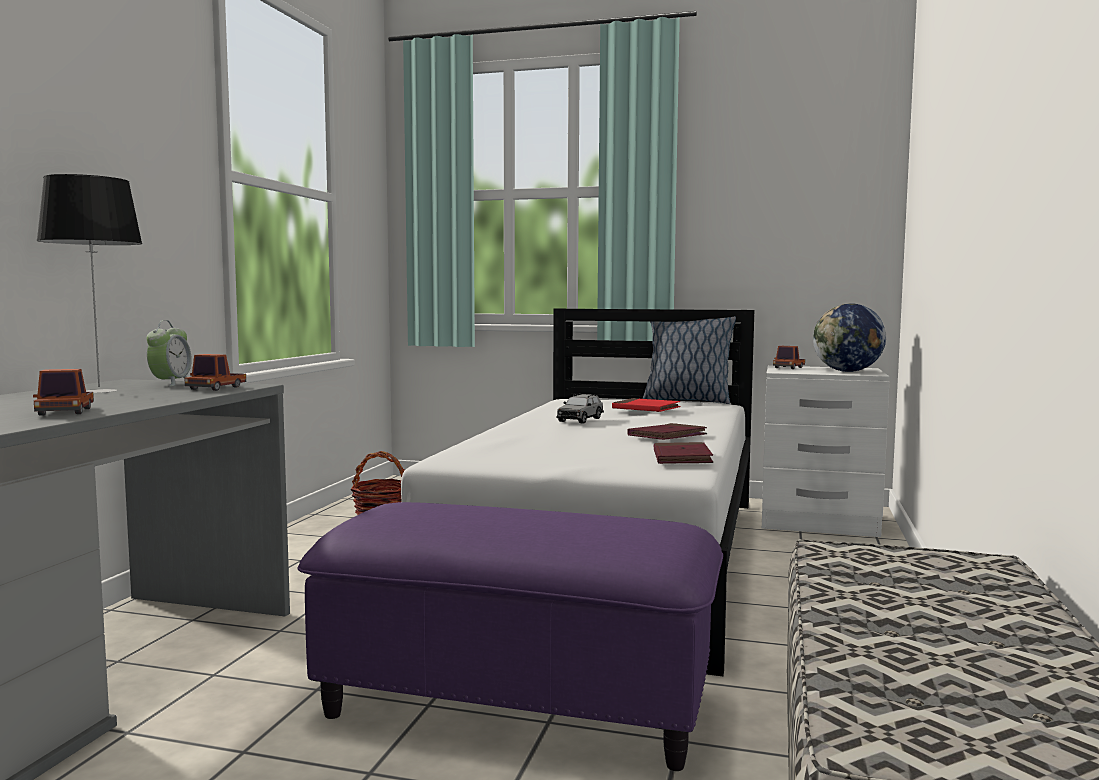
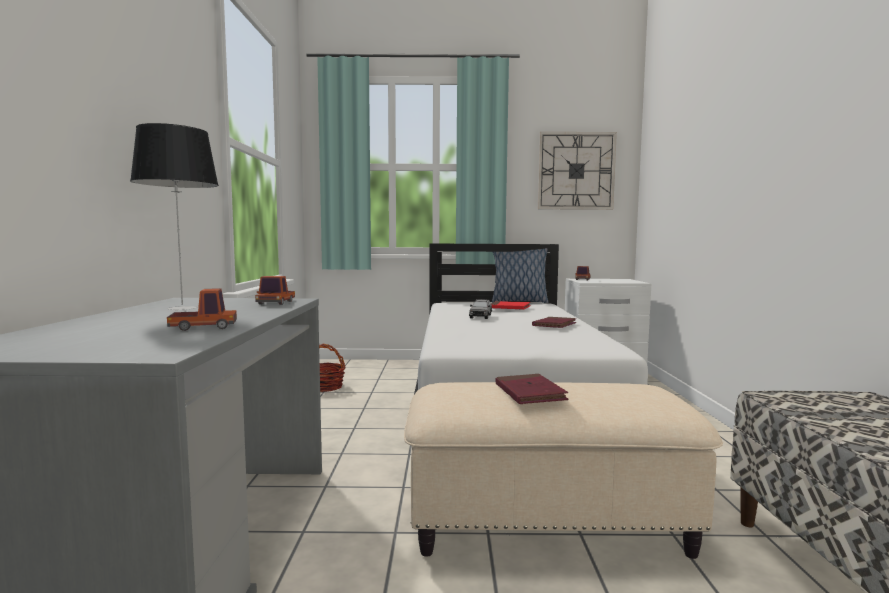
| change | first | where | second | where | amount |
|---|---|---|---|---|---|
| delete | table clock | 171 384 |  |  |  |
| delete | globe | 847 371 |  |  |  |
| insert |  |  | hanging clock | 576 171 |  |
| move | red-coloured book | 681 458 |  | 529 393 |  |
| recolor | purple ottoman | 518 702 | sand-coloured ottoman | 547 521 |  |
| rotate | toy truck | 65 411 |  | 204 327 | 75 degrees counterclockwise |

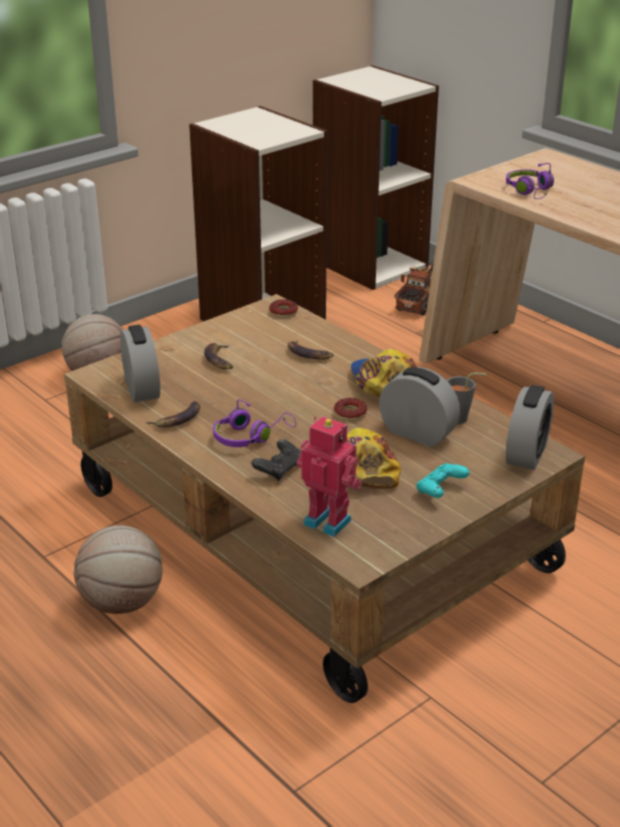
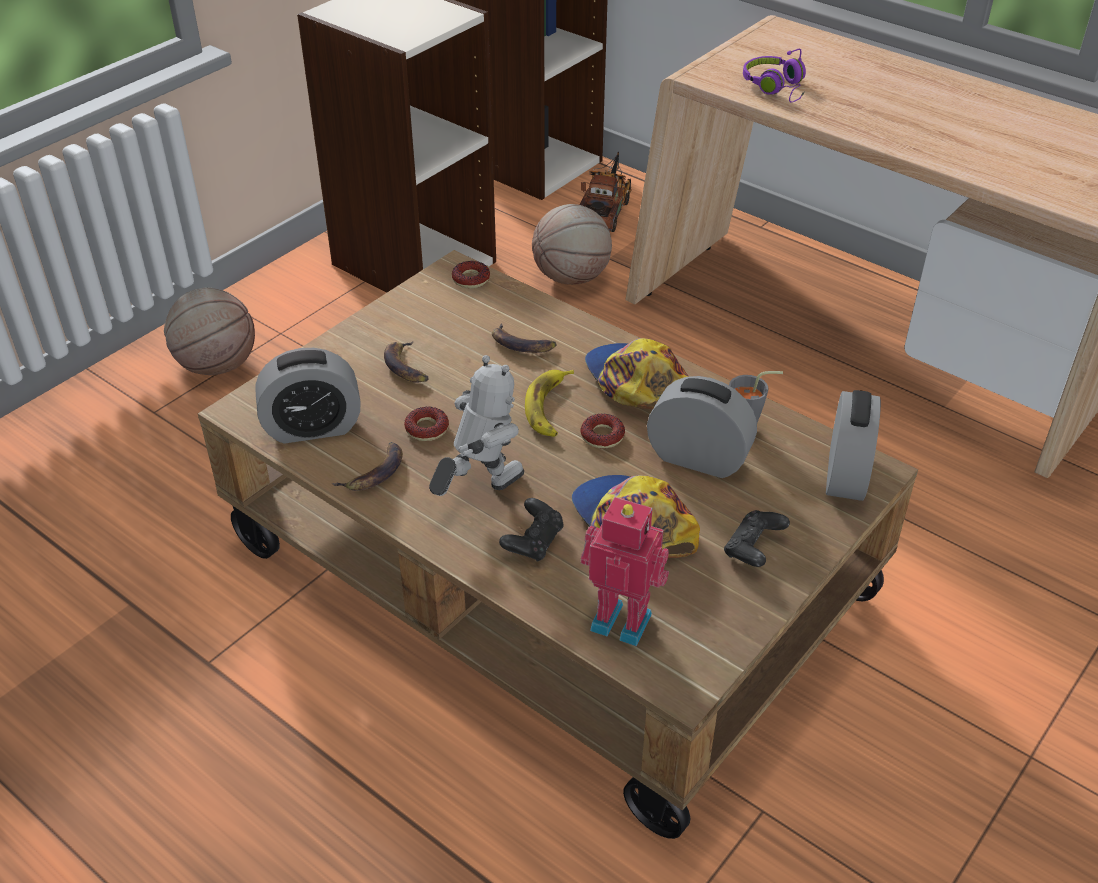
| change | first | where | second | where | amount |
|---|---|---|---|---|---|
| insert |  |  | doughnut | 426 428 |  |
| insert |  |  | banana | 549 408 |  |
| move | basketball | 122 603 |  | 572 278 |  |
| replace | purple headphones | 250 436 | toy robot | 480 490 |  |
| recolor | blue-green game controller | 440 490 | black-coloured game controller | 753 549 |  |
| rotate | table clock | 142 389 |  | 312 427 | 105 degrees clockwise |

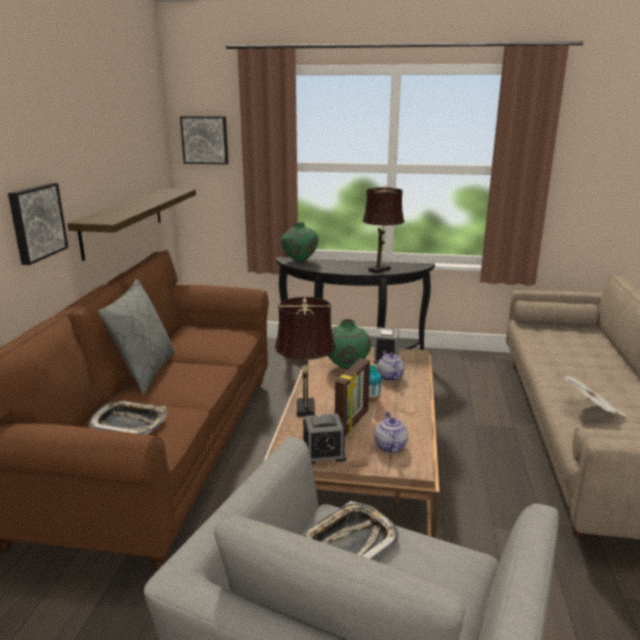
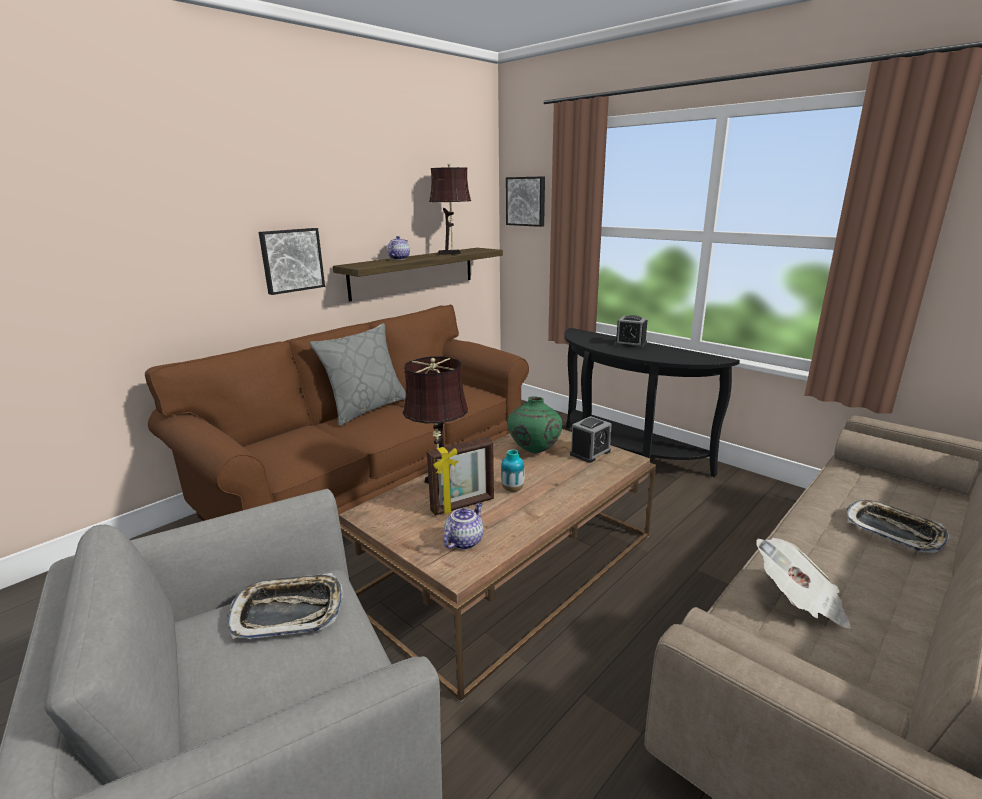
| change | first | where | second | where | amount |
|---|---|---|---|---|---|
| delete | green-coloured vase | 299 261 |  |  |  |
| move | serving tray | 129 422 |  | 893 530 |  |
| move | table clock | 323 454 |  | 630 344 |  |
| move | brown-coloured lamp for a table | 381 269 |  | 452 253 |  |
| move | tea pot | 389 376 |  | 399 258 |  |

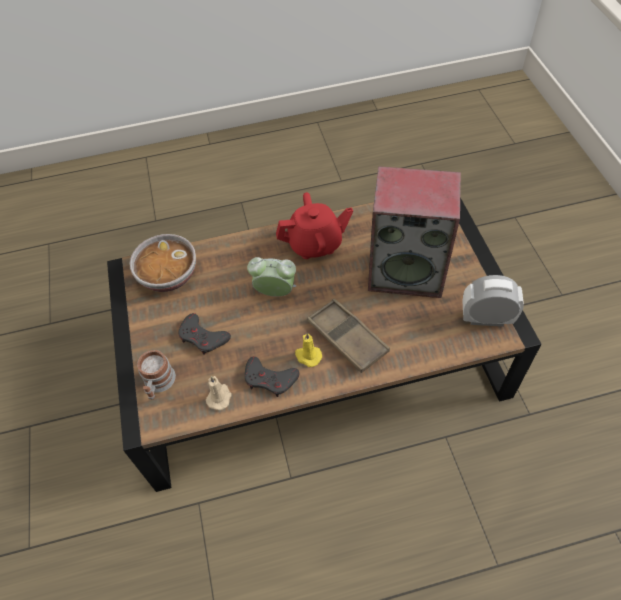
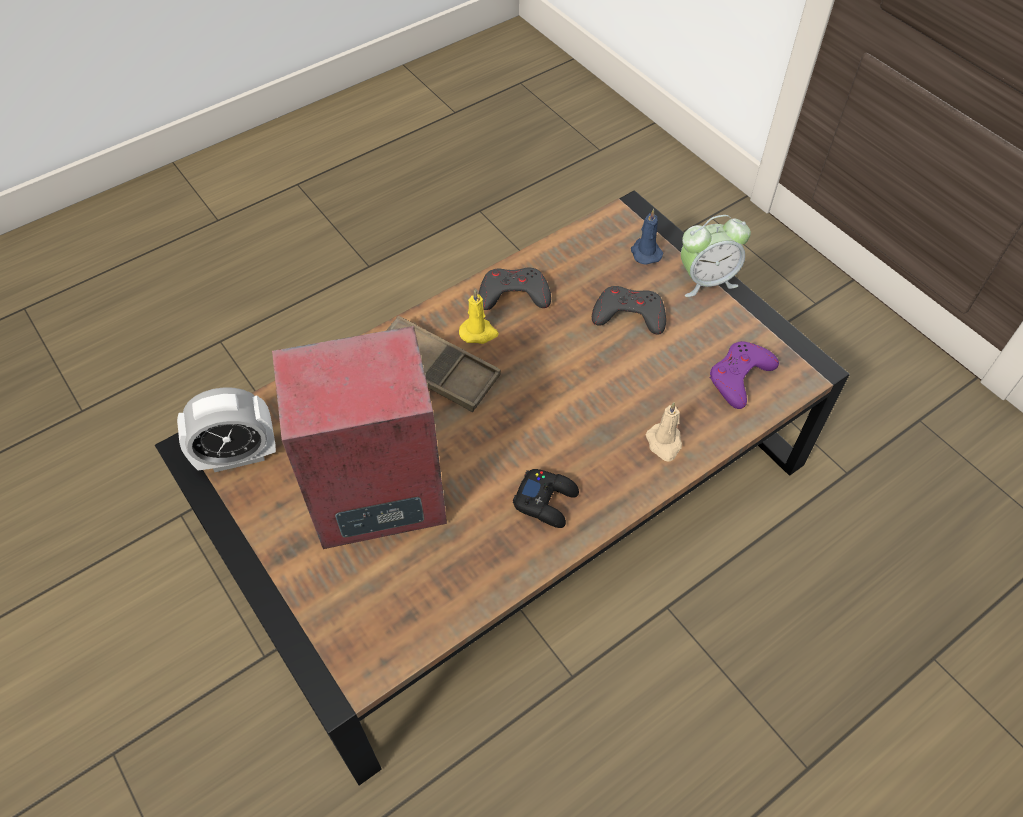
| change | first | where | second | where | amount |
|---|---|---|---|---|---|
| move | sand-coloured wax light | 219 397 |  | 664 443 |  |
| move | table clock | 275 292 |  | 706 280 |  |
| replace | serving bowl | 168 276 | purple game controller | 739 377 |  |
| replace | mug | 158 384 | blue-coloured wax light | 645 252 |  |
| replace | red-coloured tea pot | 315 244 | black-coloured game controller | 546 501 |  |

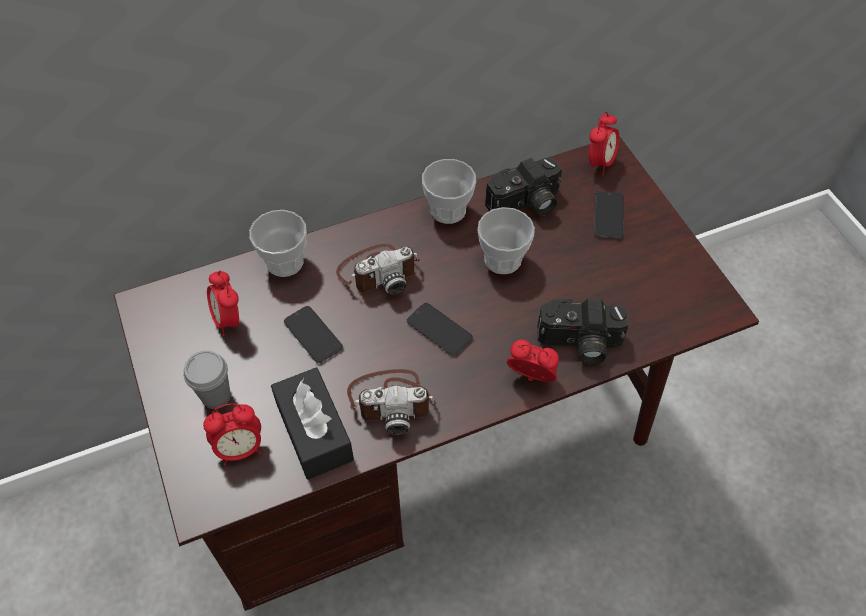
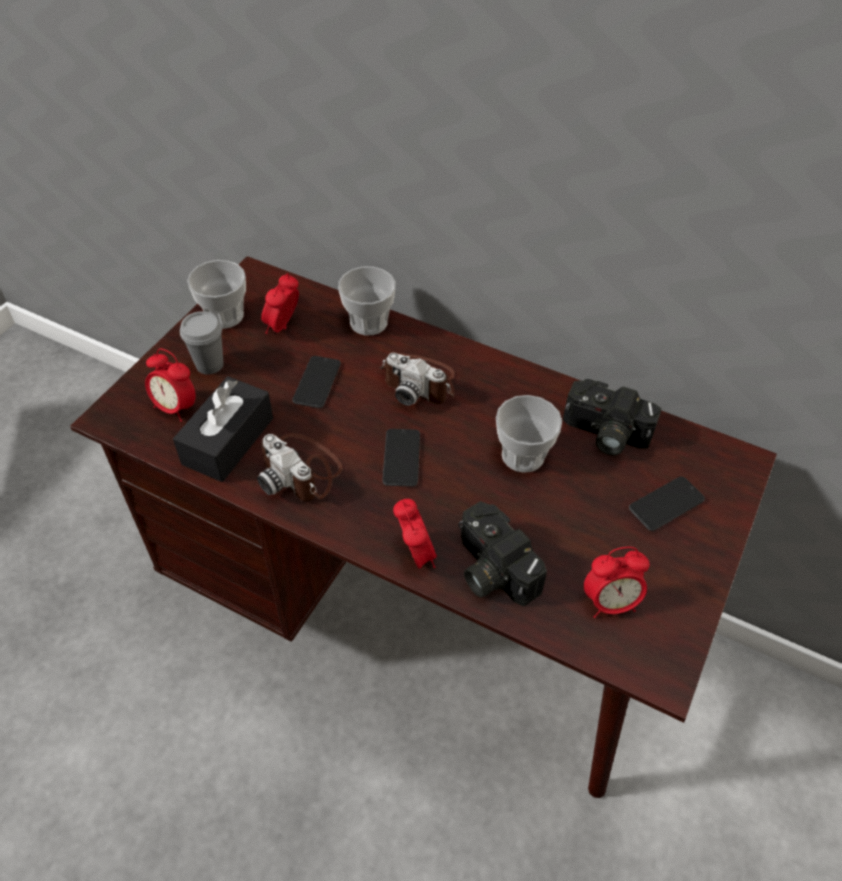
| change | first | where | second | where | amount |
|---|---|---|---|---|---|
| move | small cup | 448 210 |  | 224 316 |  |
| move | table clock | 599 162 |  | 610 603 |  |

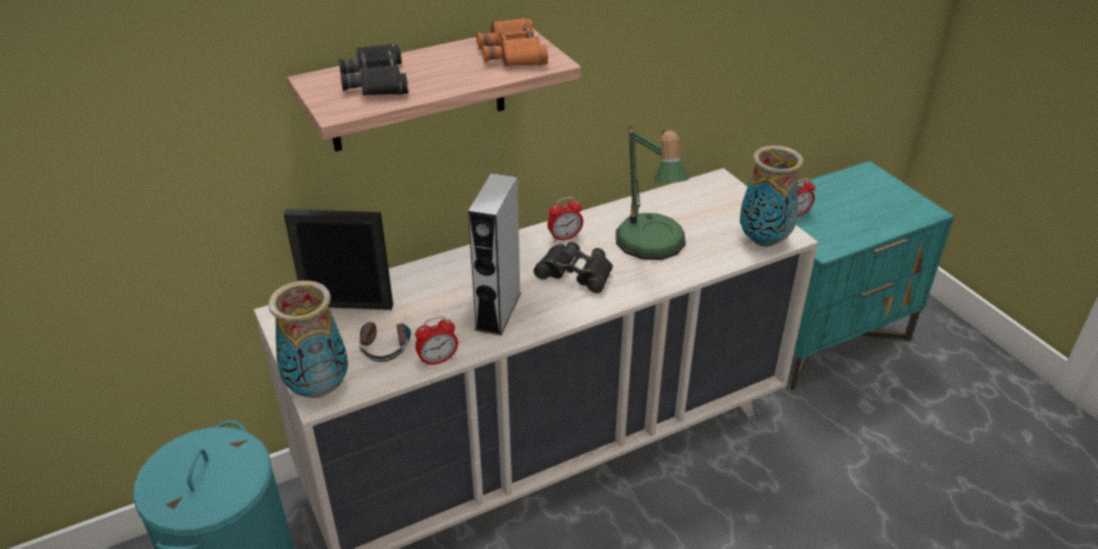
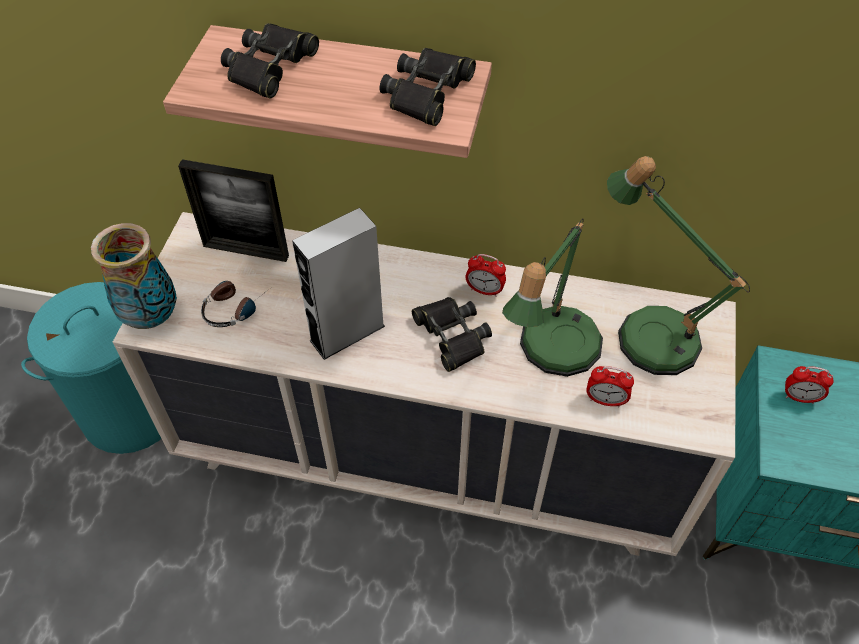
| change | first | where | second | where | amount |
|---|---|---|---|---|---|
| delete | vase | 764 240 |  |  |  |
| insert |  |  | lamp for a table | 649 330 |  |
| move | table clock | 438 360 |  | 605 400 |  |
| recolor | orange-coloured field glasses | 513 52 | black-coloured field glasses | 427 93 |  |
| rotate | photo frame | 348 305 |  | 246 251 | 150 degrees clockwise |

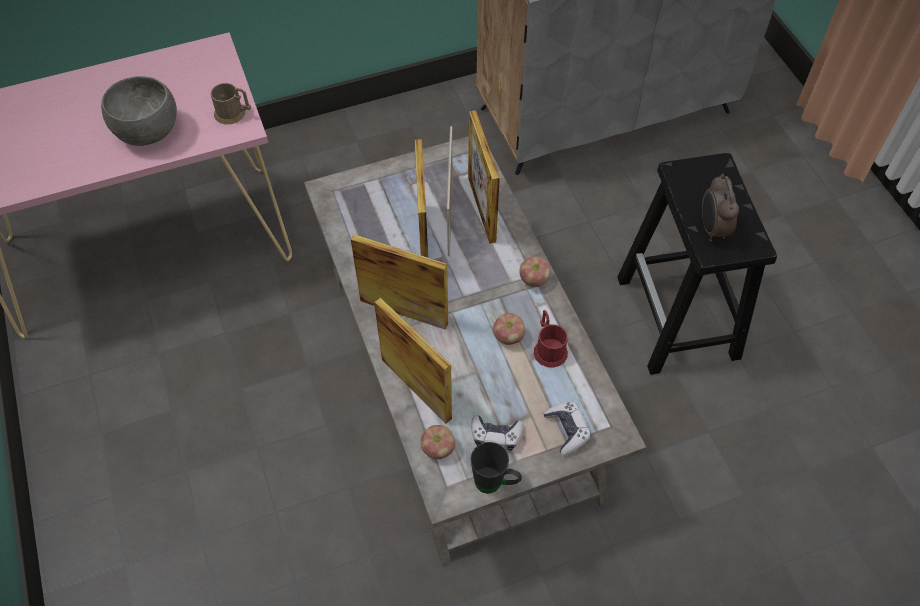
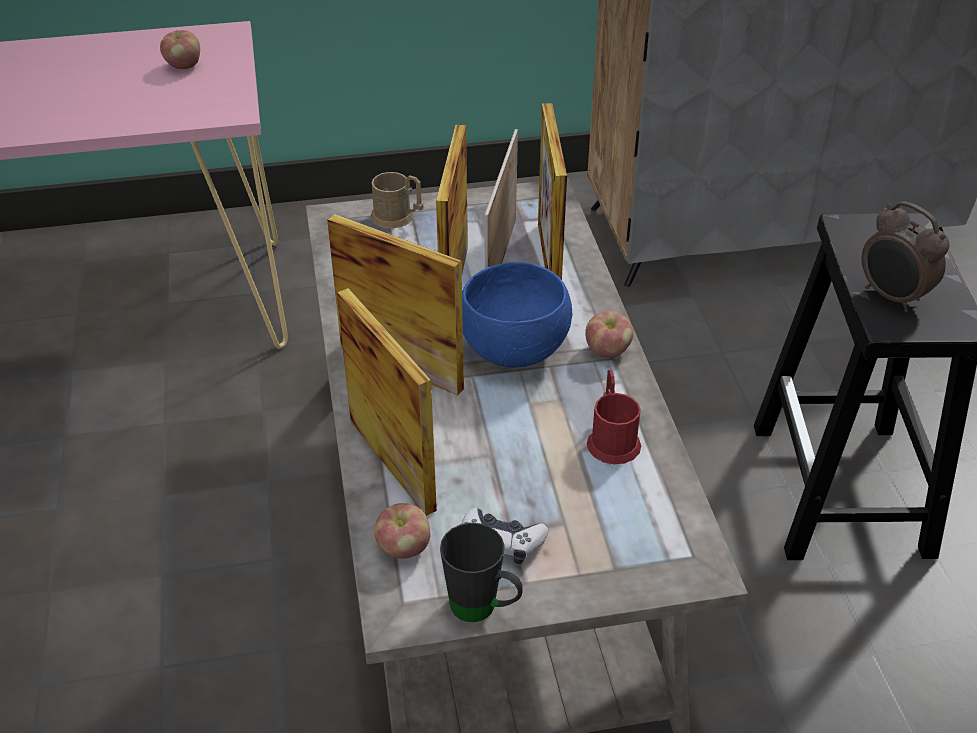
| change | first | where | second | where | amount |
|---|---|---|---|---|---|
| delete | greyish serving bowl | 149 132 |  |  |  |
| delete | game controller | 567 430 |  |  |  |
| insert |  |  | blue-coloured serving bowl | 515 349 |  |
| move | brown-coloured mug | 234 114 |  | 398 217 |  |
| move | apple | 508 337 |  | 184 66 |  |
| rotate | table clock | 712 229 |  | 892 297 | 45 degrees counterclockwise |

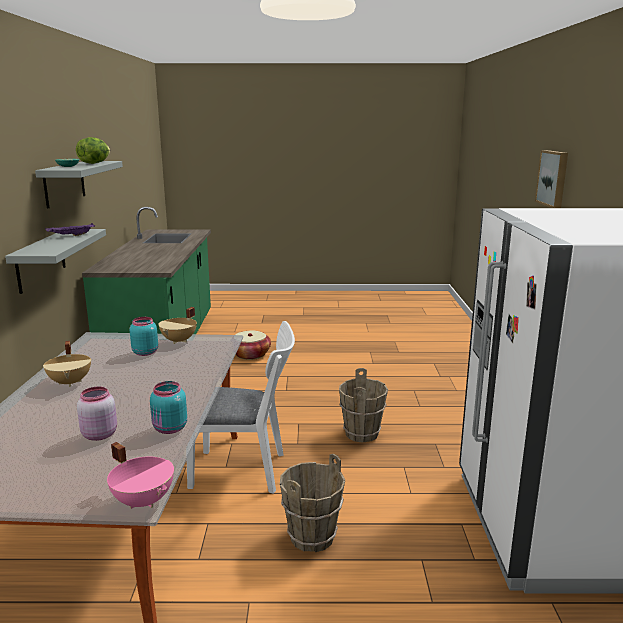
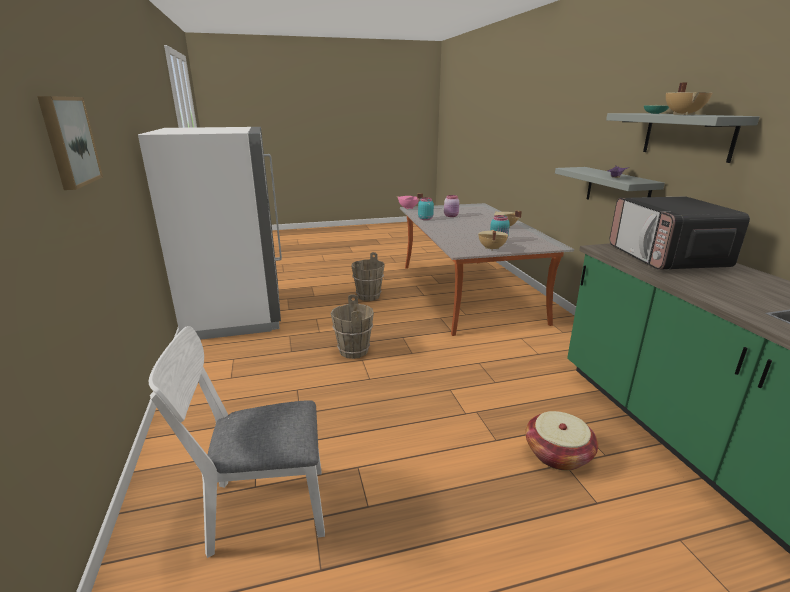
| change | first | where | second | where | amount |
|---|---|---|---|---|---|
| insert |  |  | microwave | 666 258 |  |
| move | whitish upright chair | 246 471 |  | 258 510 |  |
| replace | head of lettuce | 94 163 | sand-coloured cooking pot | 684 114 |  |

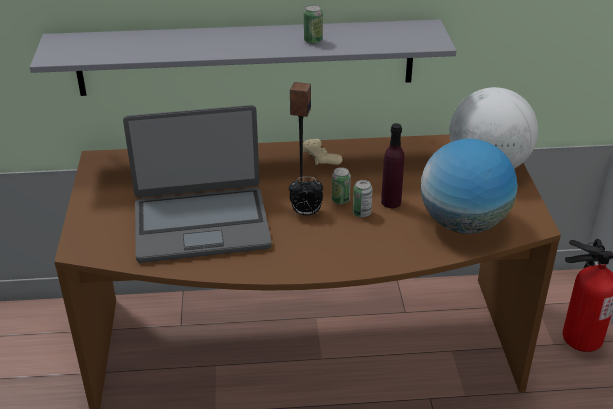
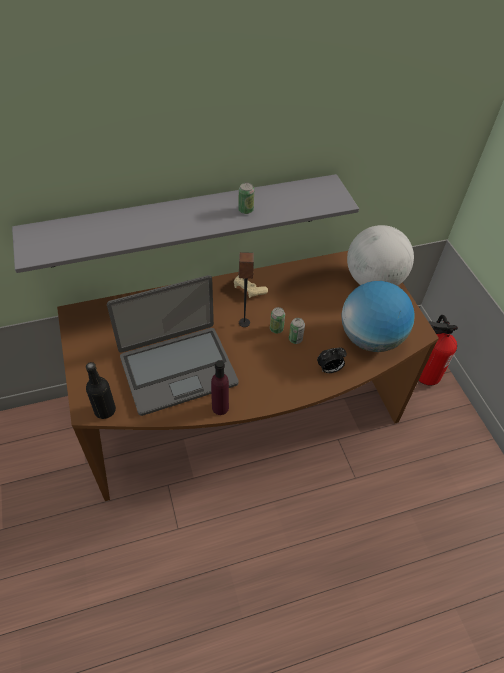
| change | first | where | second | where | amount |
|---|---|---|---|---|---|
| insert |  |  | black-coloured bottle | 105 410 |  |
| move | table clock | 306 213 |  | 329 369 |  |
| move | purple bottle | 391 202 |  | 220 407 |  |

